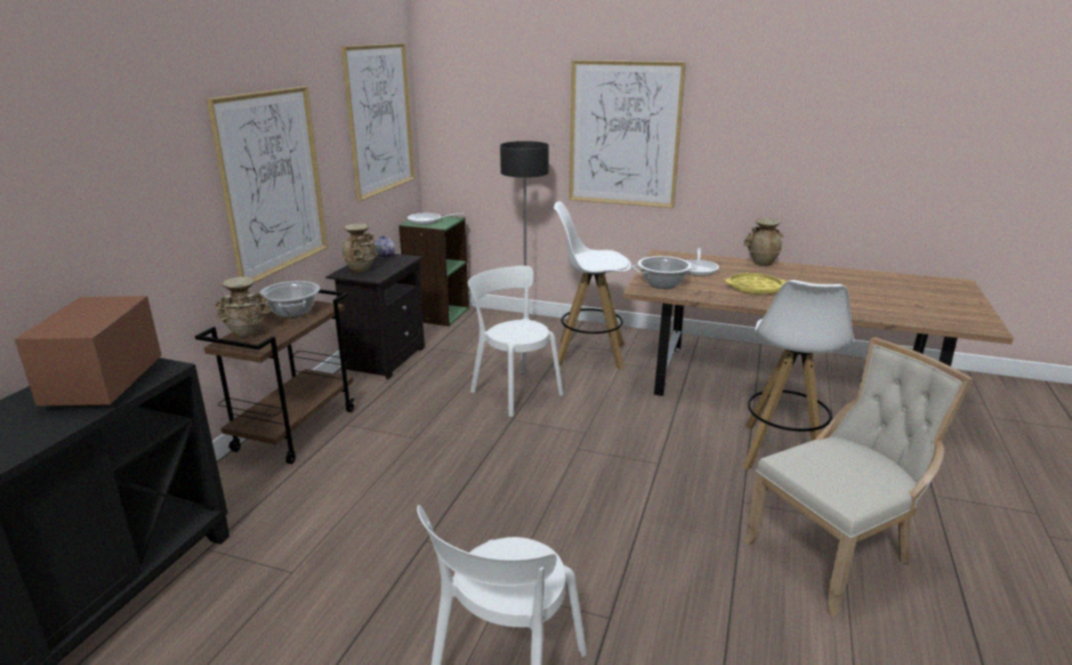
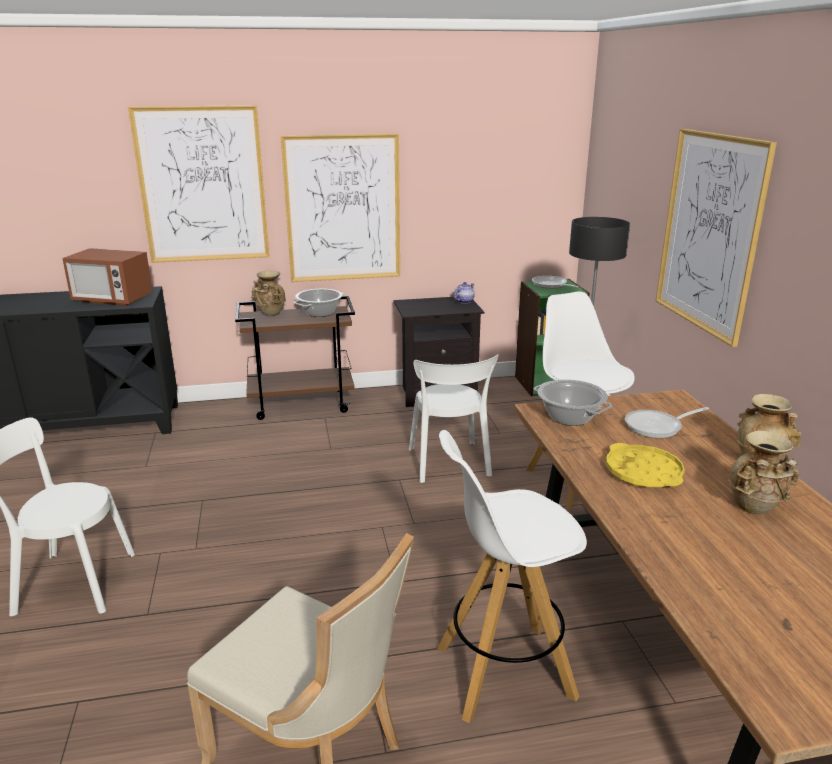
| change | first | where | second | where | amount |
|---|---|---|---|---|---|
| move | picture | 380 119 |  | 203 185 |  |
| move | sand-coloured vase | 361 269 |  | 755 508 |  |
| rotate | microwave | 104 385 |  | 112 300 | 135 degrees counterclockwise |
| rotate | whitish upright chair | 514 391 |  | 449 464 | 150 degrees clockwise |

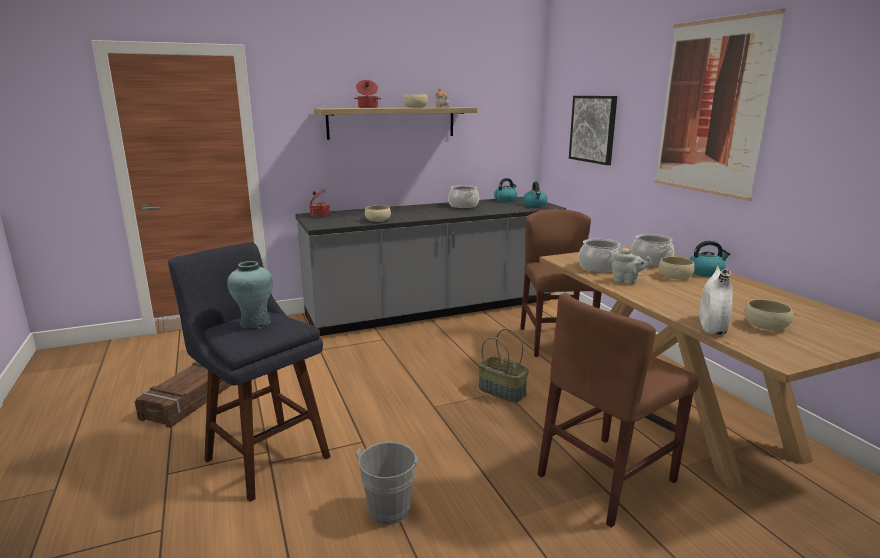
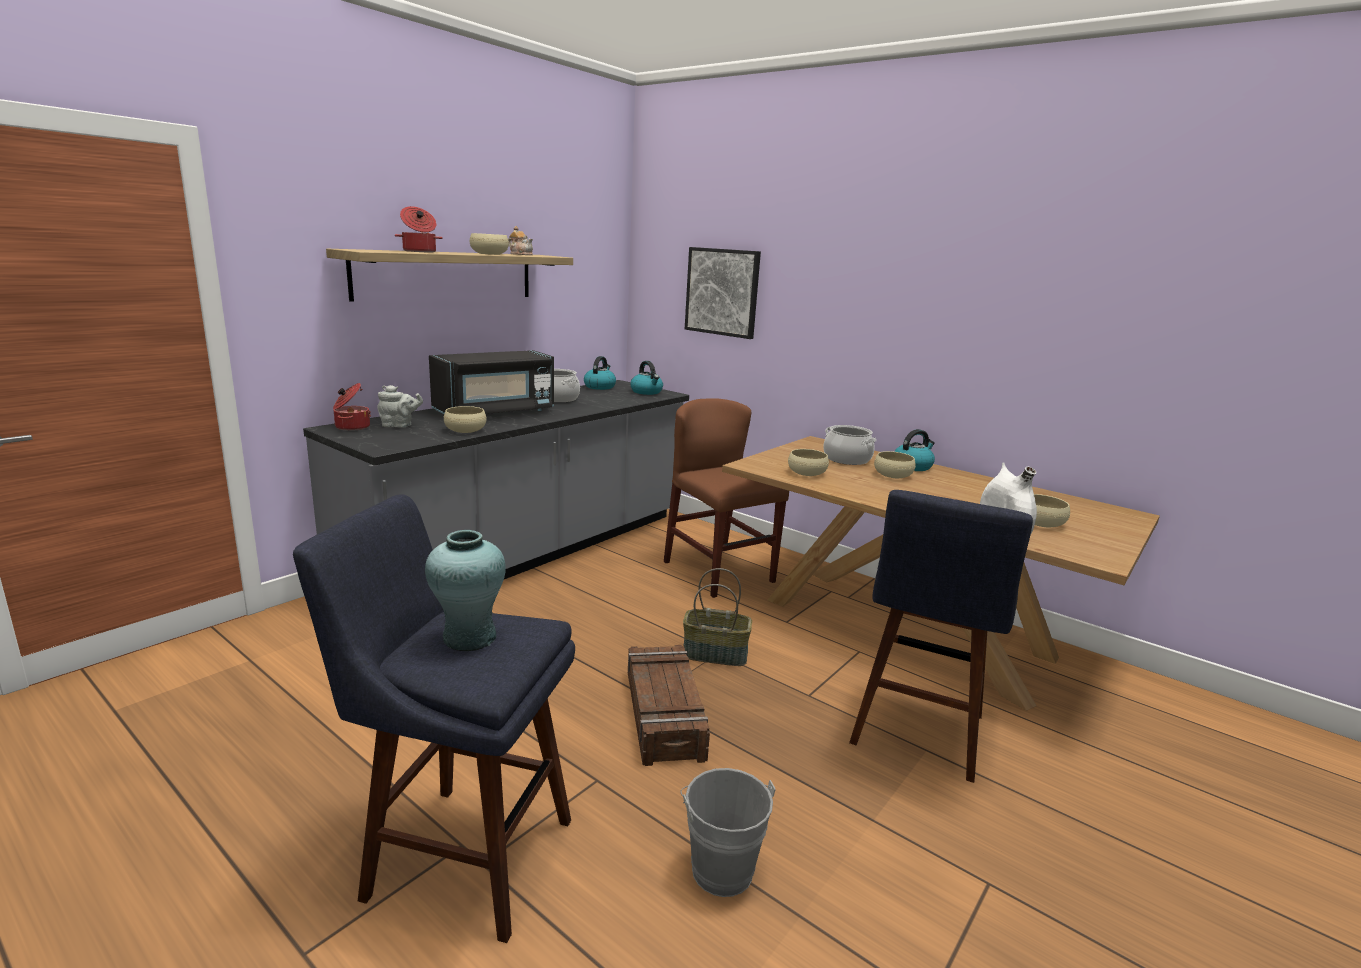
| change | first | where | second | where | amount |
|---|---|---|---|---|---|
| delete | picture | 711 107 |  |  |  |
| insert |  |  | black-coloured microwave | 495 412 |  |
| move | crate | 193 399 |  | 665 714 |  |
| move | greyish tea pot | 627 281 |  | 399 426 |  |
| replace | brown-coloured upright chair | 607 478 | blue-coloured sitting stool | 916 734 |  |
| replace | cooking pot | 599 267 | sand-coloured serving bowl | 807 473 |  |

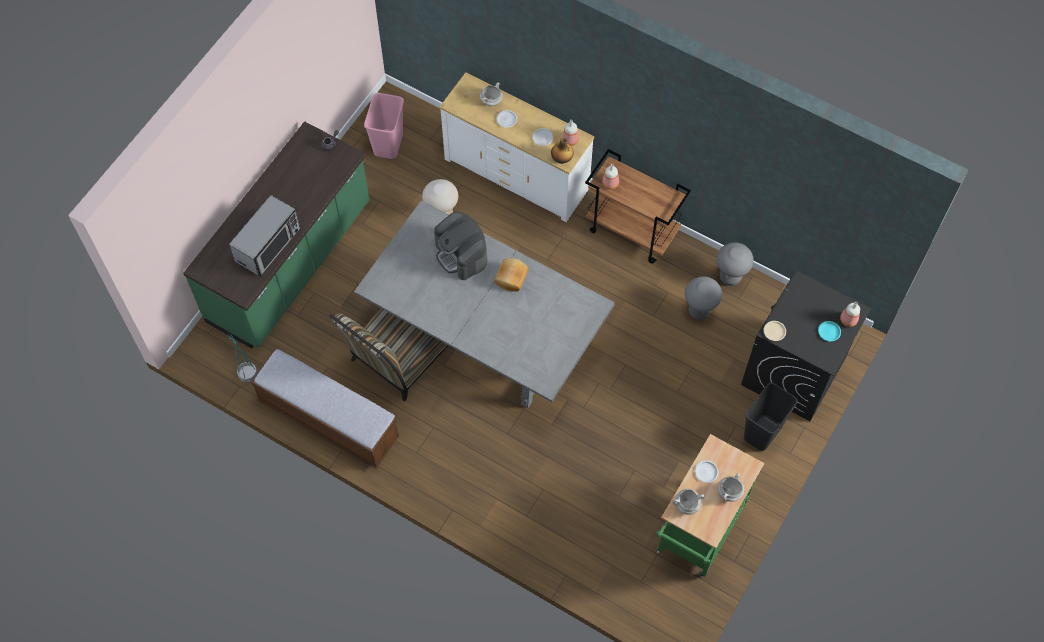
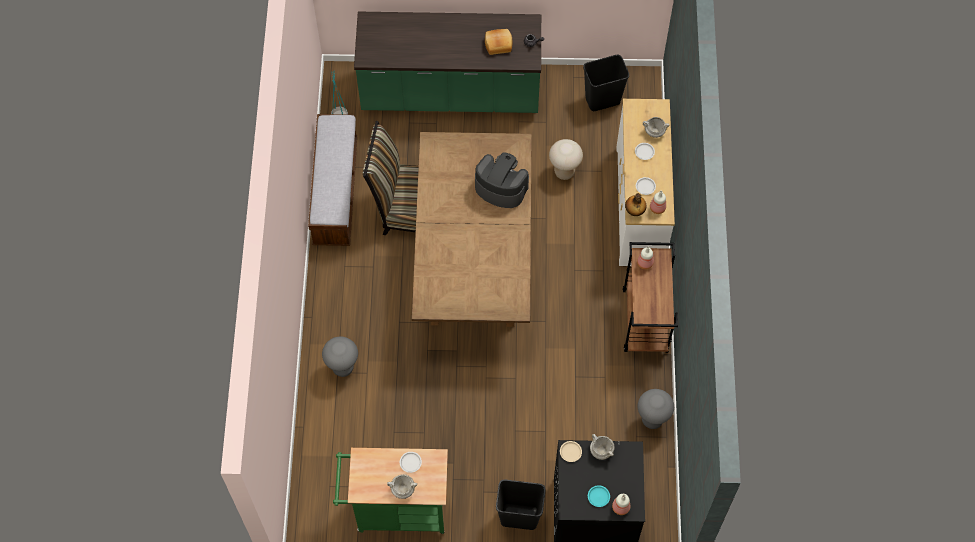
| change | first | where | second | where | amount |
|---|---|---|---|---|---|
| delete | microwave | 269 245 |  |  |  |
| move | bakery bread | 510 277 |  | 498 44 |  |
| move | whitish cooking pot | 686 505 |  | 601 450 |  |
| move | greyish sitting stool | 699 311 |  | 343 368 |  |
| recolor | greyish dining table | 485 337 | brown-coloured dining table | 473 262 |  |
| recolor | pinkish trash can | 388 144 | black-coloured trash can | 602 99 |  |
| rotate | coffee brewer | 461 254 |  | 500 187 | 90 degrees clockwise |

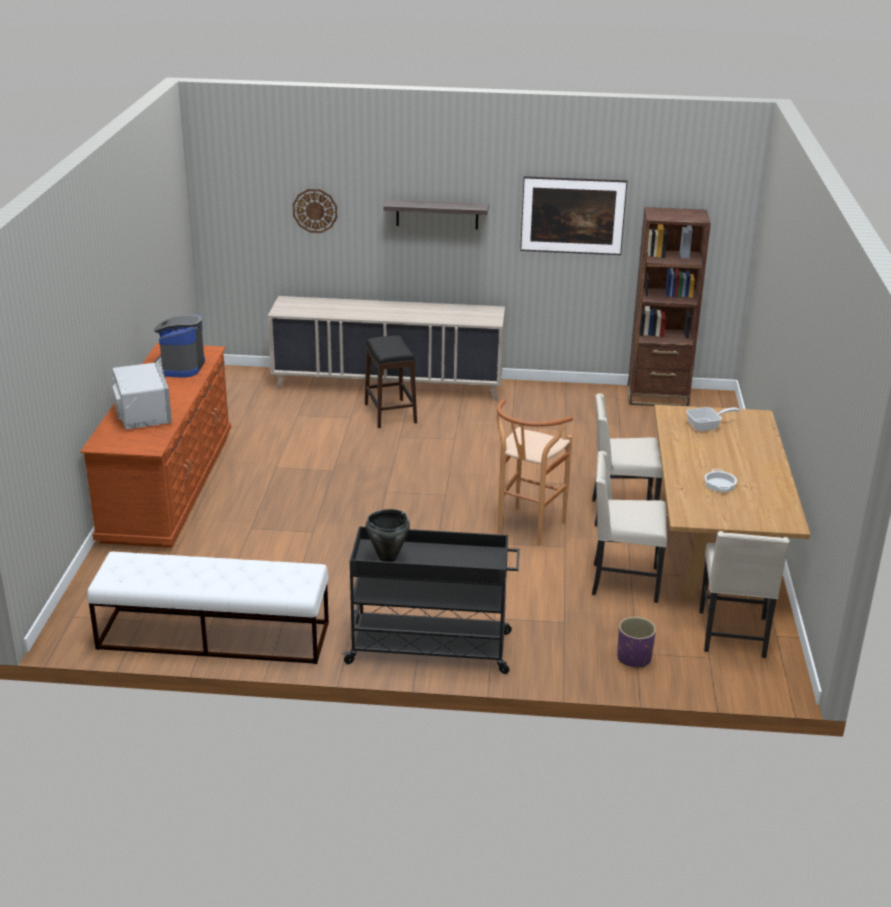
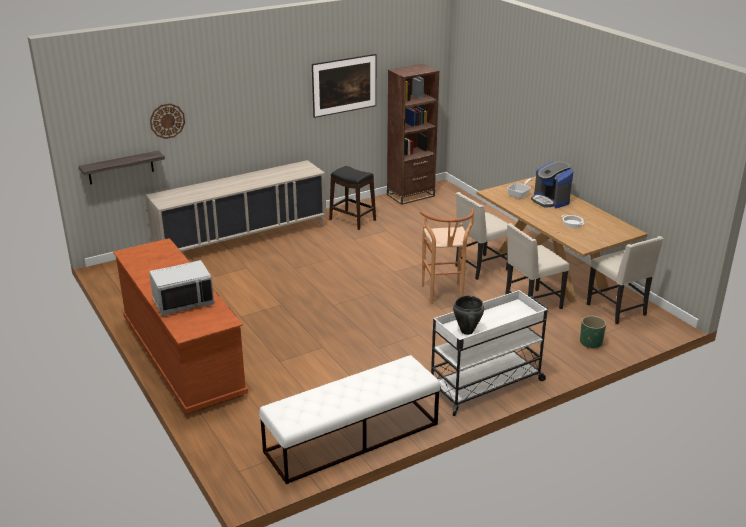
| change | first | where | second | where | amount |
|---|---|---|---|---|---|
| move | coffee brewer | 180 367 |  | 550 200 |  |
| move | black-coloured sitting stool | 390 413 |  | 352 220 |  |
| move | shelf | 437 214 |  | 121 167 |  |
| recolor | black-coloured wheeled cart | 431 648 | whitish wheeled cart | 486 385 |  |
| recolor | purple planter | 634 658 | green-coloured planter | 590 343 |  |
| rotate | greyish microwave | 142 414 |  | 183 302 | 120 degrees clockwise |

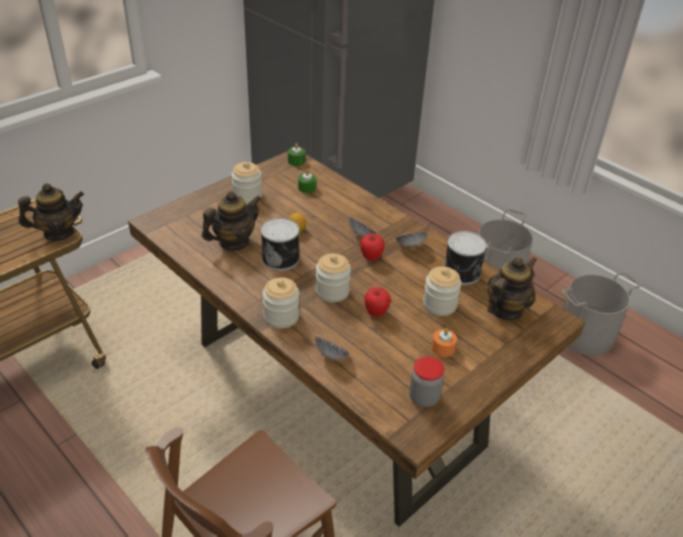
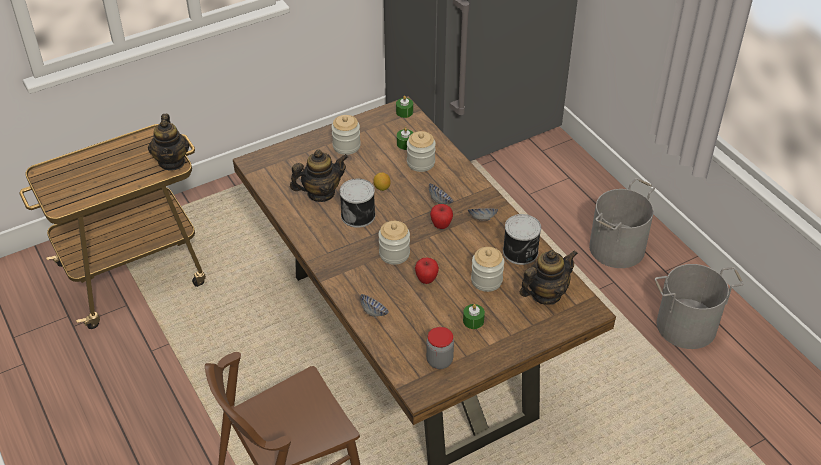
| change | first | where | second | where | amount |
|---|---|---|---|---|---|
| move | storage jar | 281 316 |  | 421 163 |  |
| recolor | orange-coloured wax light | 443 348 | green-coloured wax light | 473 321 |  |
| rotate | tea pot | 58 233 |  | 172 162 | 90 degrees clockwise |

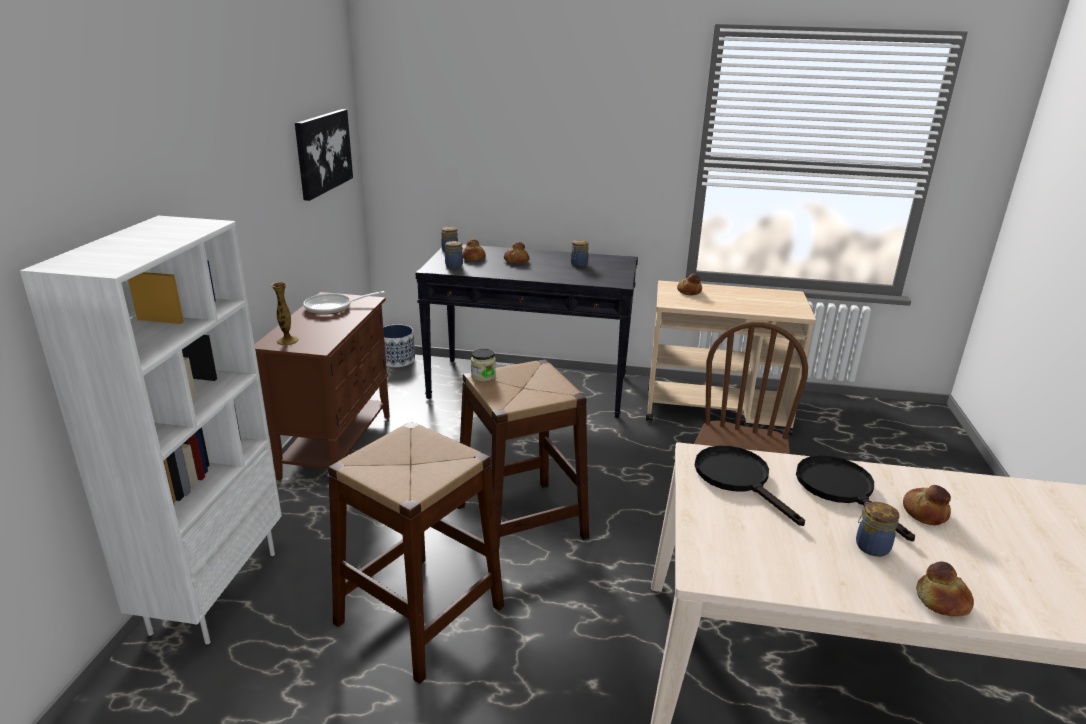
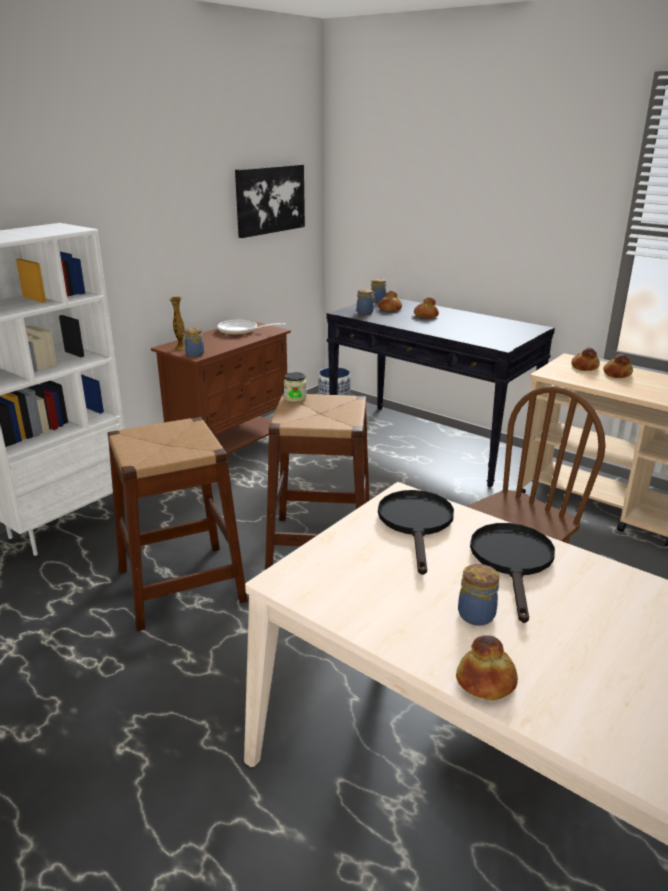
| change | first | where | second | where | amount |
|---|---|---|---|---|---|
| move | storage jar | 578 264 |  | 194 354 |  |
| move | bakery bread | 925 513 |  | 617 374 |  |

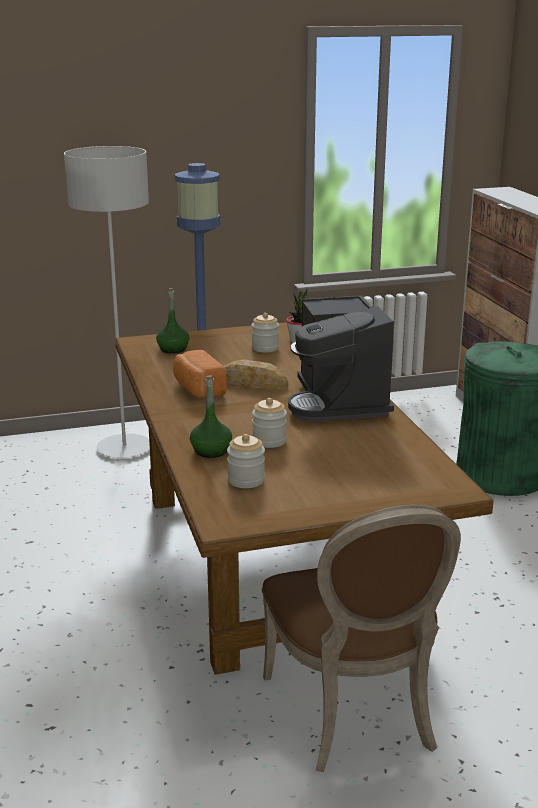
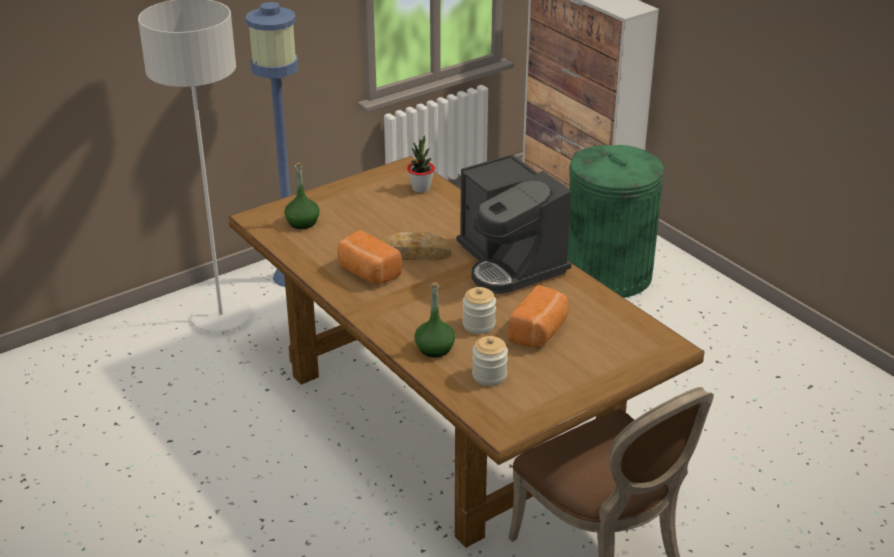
| change | first | where | second | where | amount |
|---|---|---|---|---|---|
| delete | storage jar | 265 348 |  |  |  |
| insert |  |  | bakery bread | 540 332 |  |

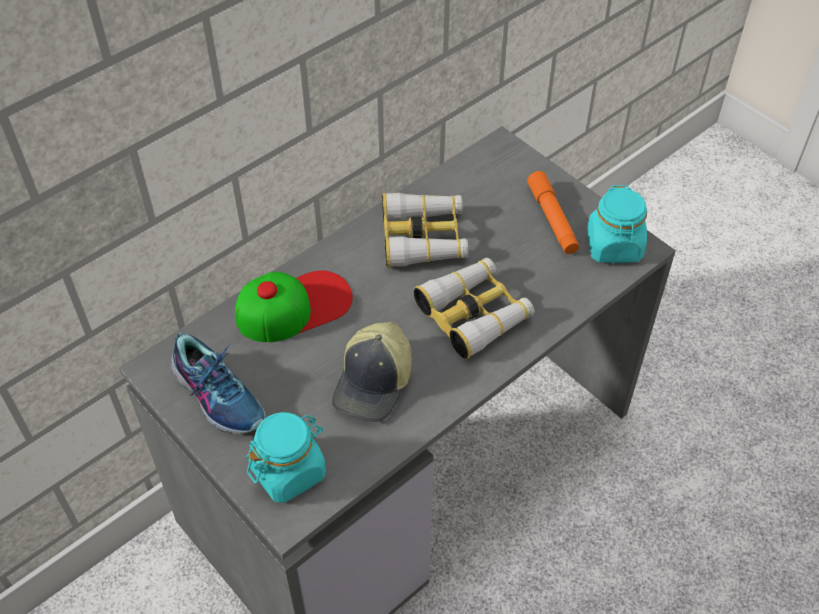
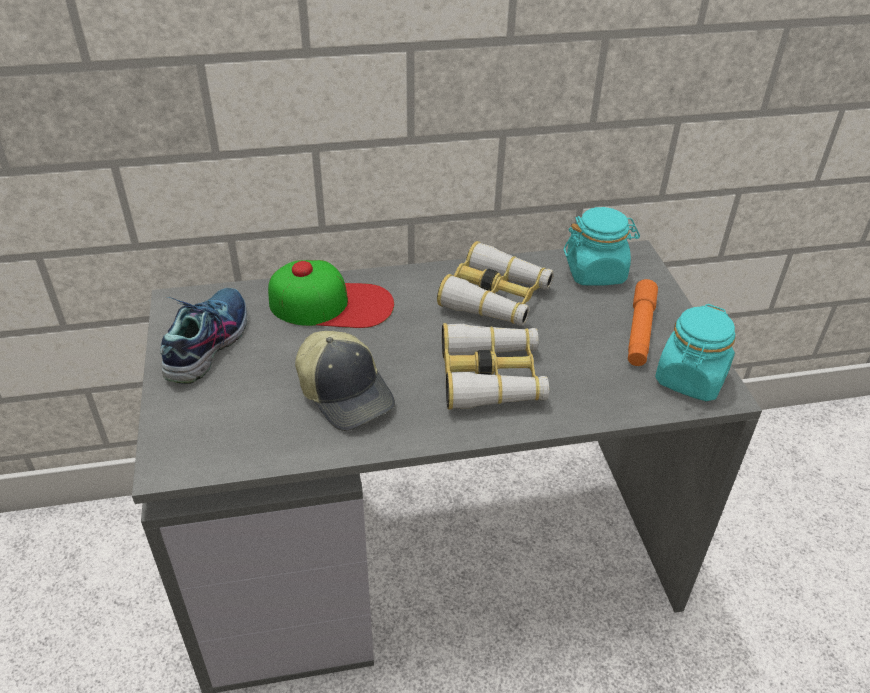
| change | first | where | second | where | amount |
|---|---|---|---|---|---|
| move | blue-green storage jar | 289 471 |  | 596 272 |  |
| rotate | item of footwear | 219 395 |  | 206 343 | 150 degrees counterclockwise |
| rotate | peaked cap | 375 383 |  | 346 393 | 90 degrees counterclockwise |

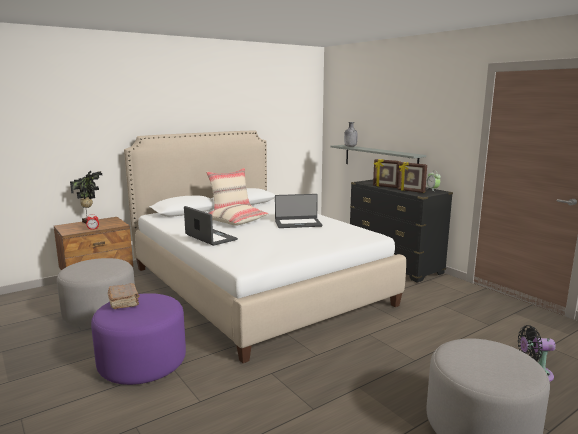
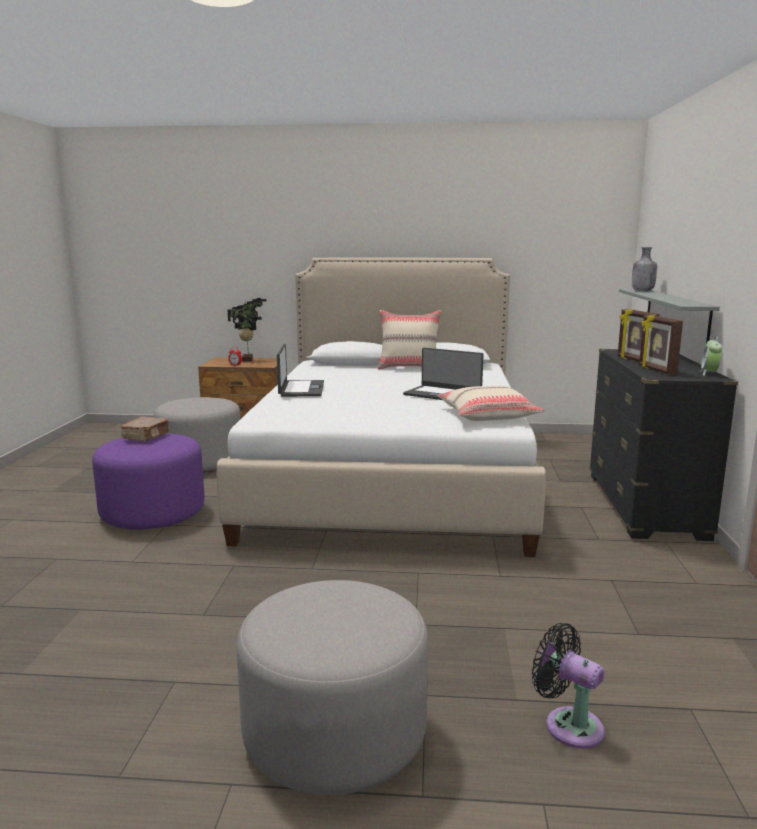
| change | first | where | second | where | amount |
|---|---|---|---|---|---|
| move | sand-coloured pillow | 236 221 |  | 488 415 |  |

